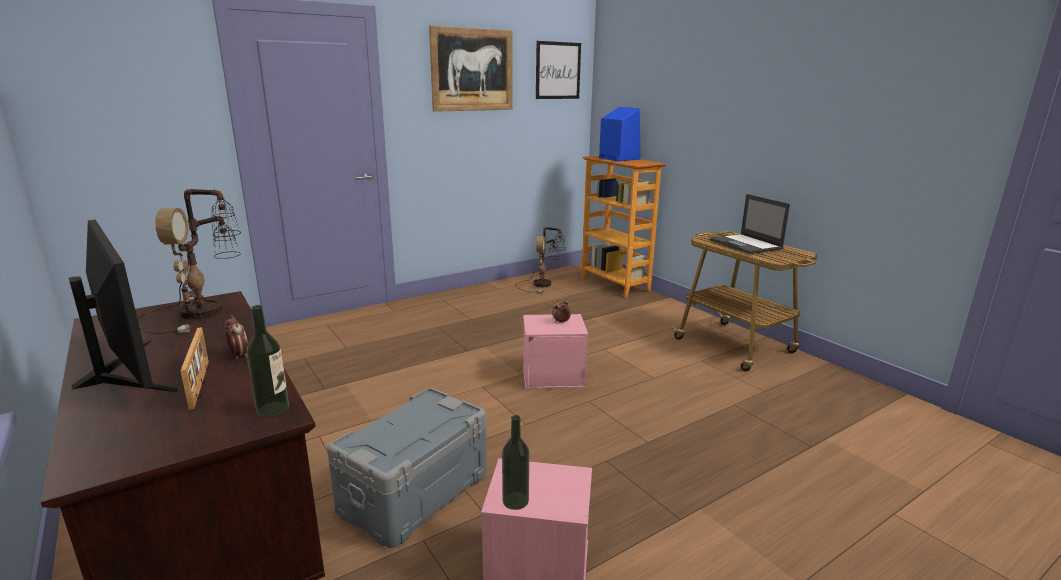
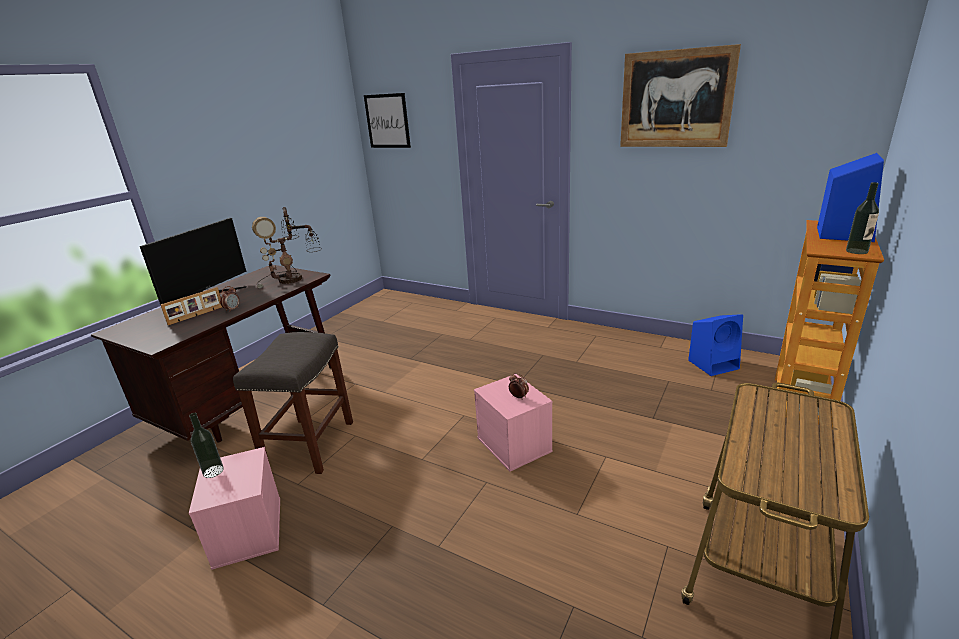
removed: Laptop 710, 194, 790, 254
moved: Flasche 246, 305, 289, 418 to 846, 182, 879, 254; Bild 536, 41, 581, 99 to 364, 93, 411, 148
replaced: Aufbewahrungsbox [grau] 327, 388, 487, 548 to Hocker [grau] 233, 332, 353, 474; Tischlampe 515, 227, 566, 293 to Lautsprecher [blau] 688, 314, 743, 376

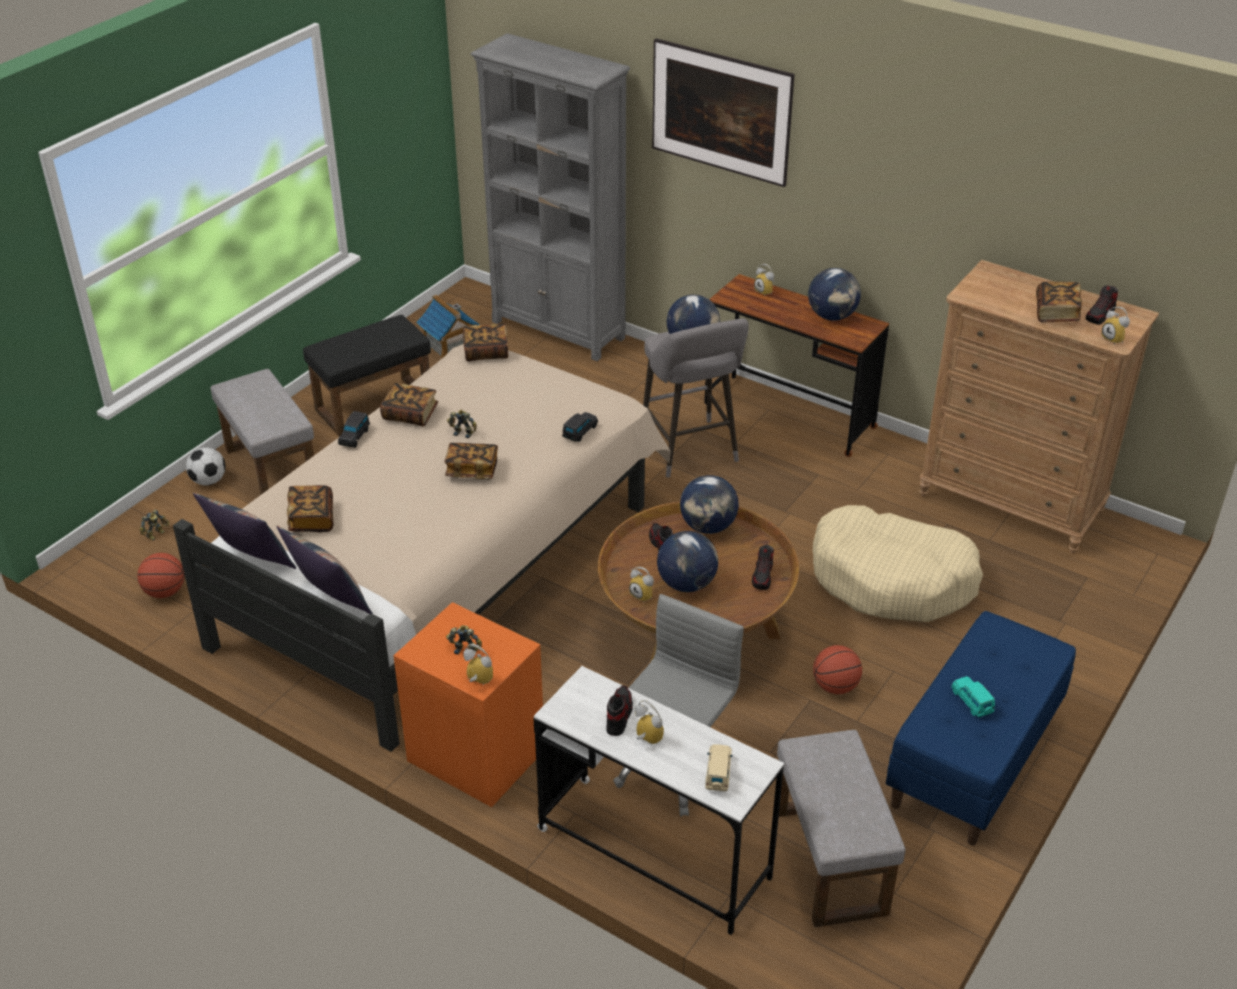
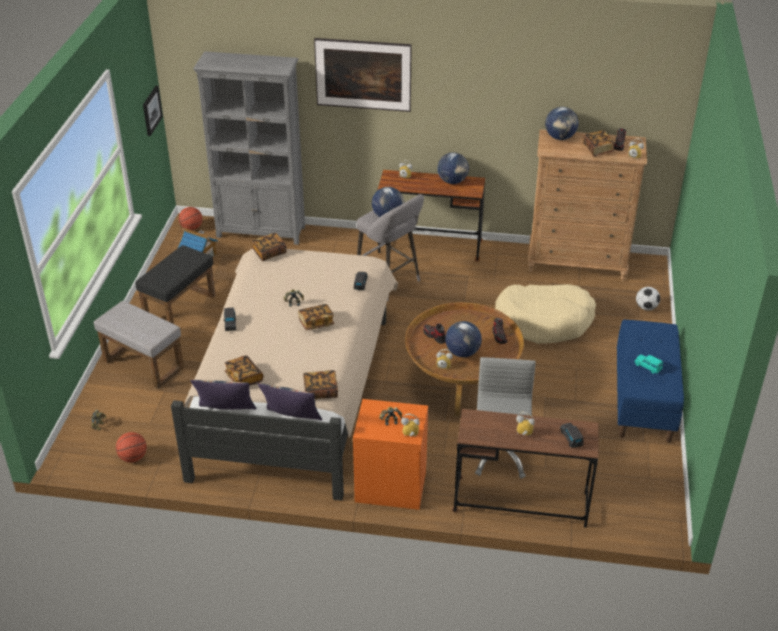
removed: Schuh 606, 685, 633, 736; Polsterhocker [grau] 777, 730, 905, 927
added: Bild 143, 86, 163, 136
moved: Fußball 186, 447, 225, 485 to 636, 287, 660, 310; Buch 380, 383, 438, 426 to 303, 370, 338, 399; Globus 680, 475, 739, 534 to 545, 107, 578, 140; Basketball 813, 645, 862, 694 to 179, 207, 202, 230
recoloured: Schreibtisch [weiß] 534, 666, 784, 935 to Schreibtisch [braun] 452, 409, 599, 528; Spielzeugauto [beige] 705, 744, 732, 791 to Spielzeugauto [schwarz] 560, 423, 584, 448

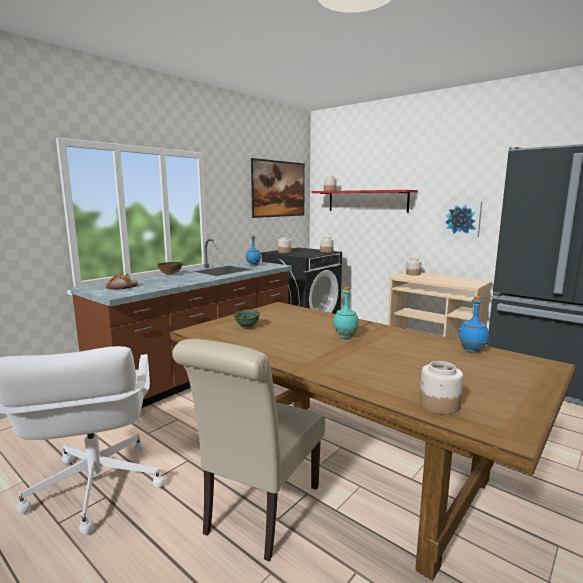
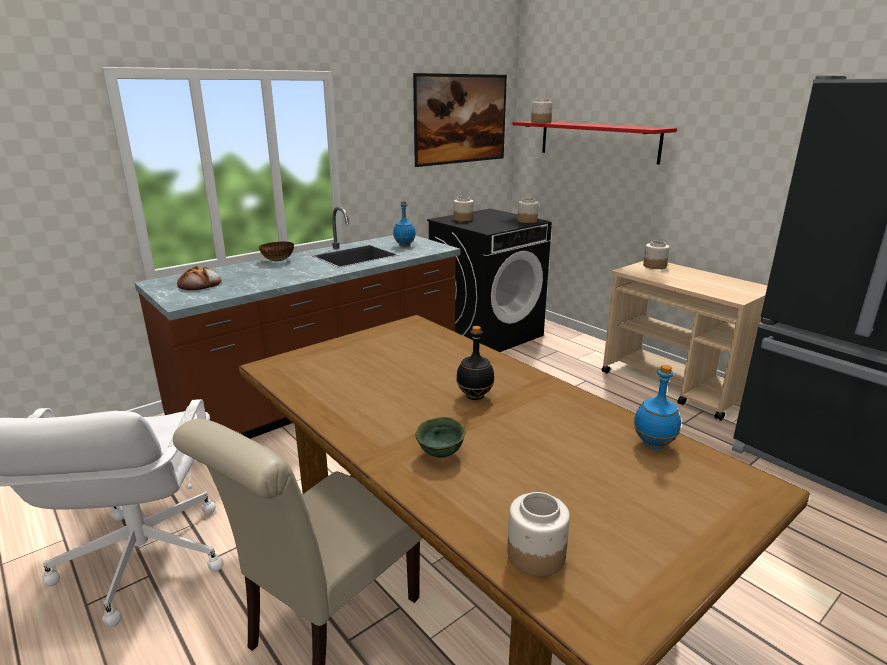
removed: Bild 442, 201, 482, 238
moved: Schüssel [grün] 234, 309, 260, 328 to 415, 417, 466, 458
recoloured: Flasche [türkis] 333, 287, 359, 338 to Flasche [schwarz] 456, 326, 494, 400

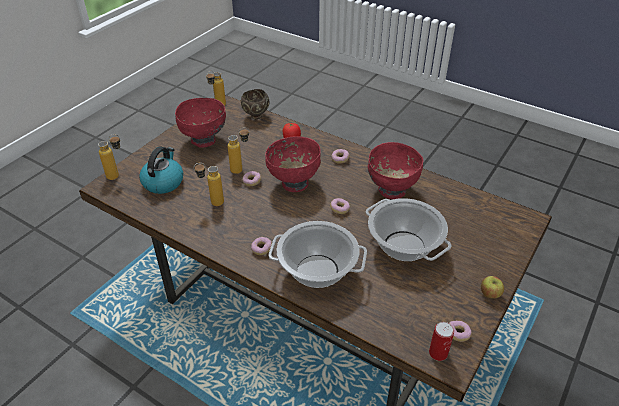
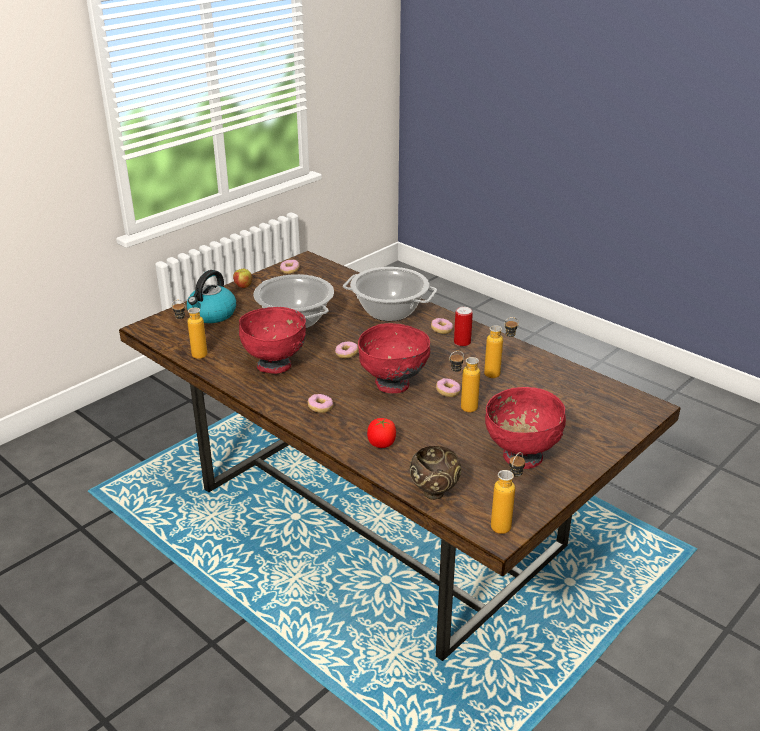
moved: Flasche 98, 134, 120, 180 to 172, 300, 207, 359; Wasserkessel 139, 147, 183, 194 to 187, 270, 236, 323; Dose 429, 322, 454, 361 to 454, 307, 473, 346

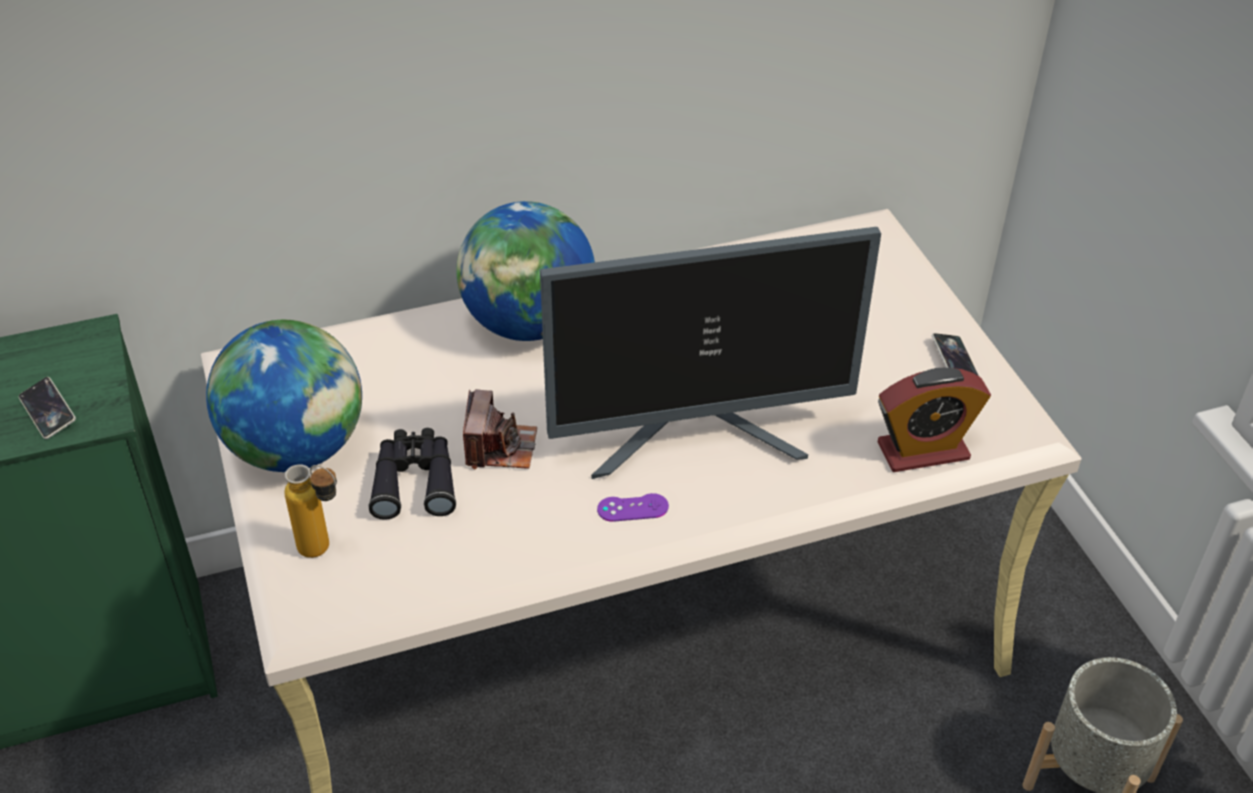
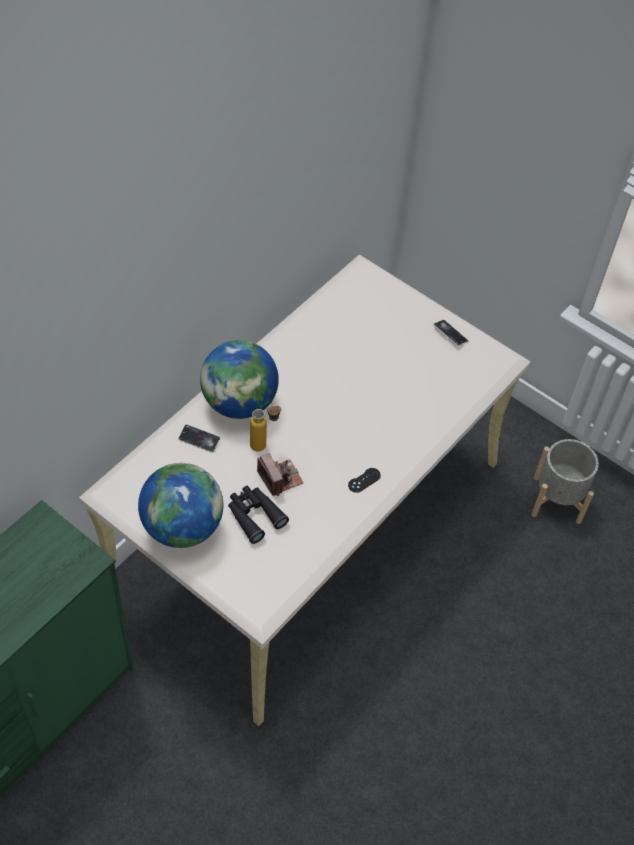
removed: Monitor 540, 227, 881, 479; Wecker 878, 368, 991, 472
moved: Handy 19, 377, 76, 439 to 178, 424, 220, 453; Flasche 284, 464, 337, 558 to 250, 405, 281, 452
recoloured: Gamepad [lila] 597, 493, 669, 522 to Gamepad [schwarz] 348, 468, 381, 493

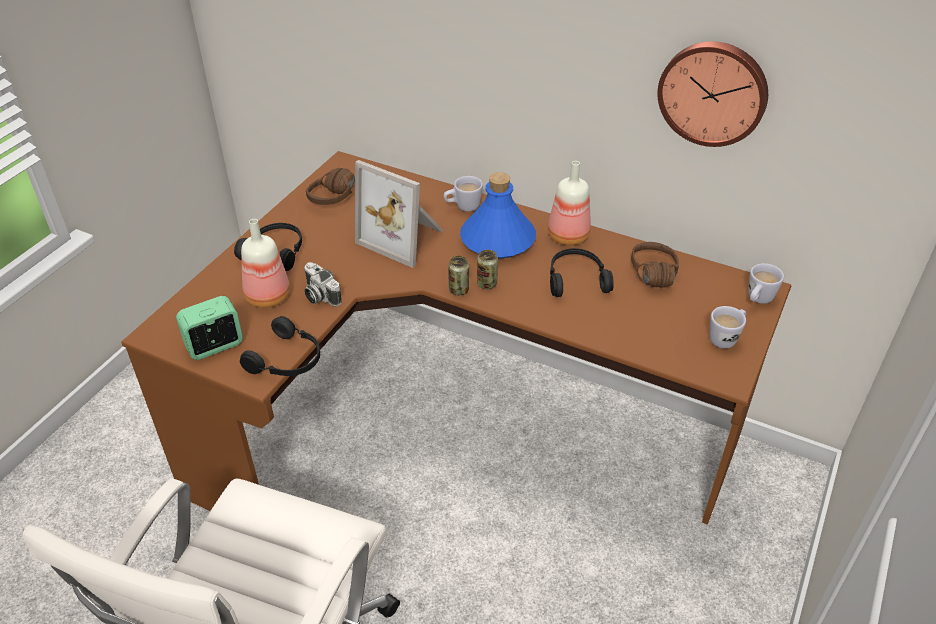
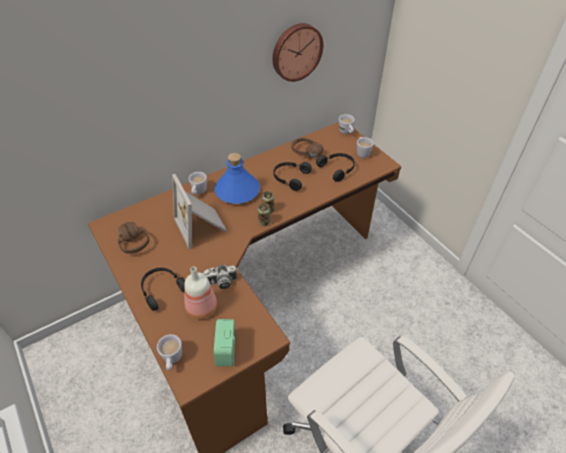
removed: Flasche 548, 161, 591, 245
added: Henkelbecher [weiß] 157, 334, 182, 370
moved: Kopfhörer [schwarz] 240, 316, 320, 376 to 316, 153, 355, 182
turned: Bilderrahmen 355, 160, 443, 268 = 172, 174, 227, 249 90 degrees clockwise

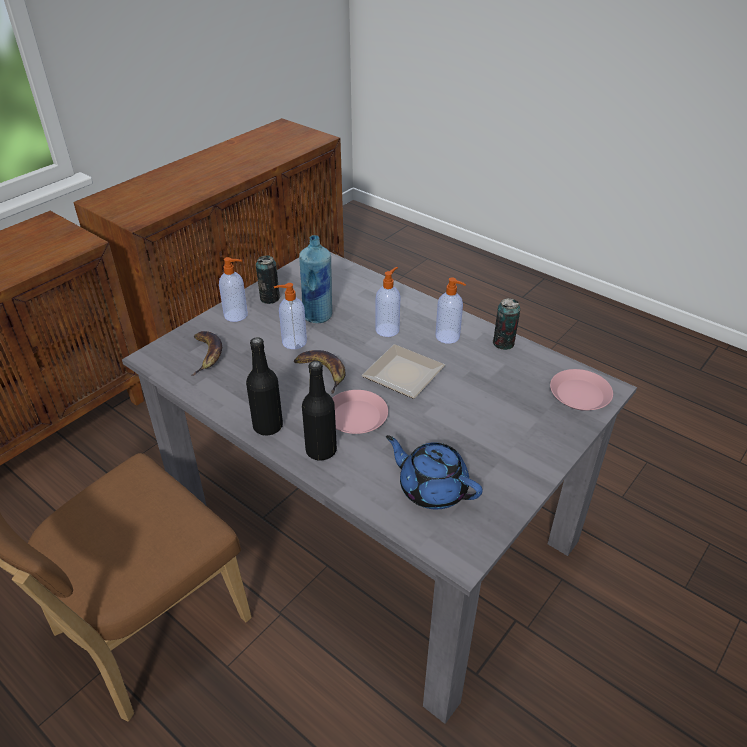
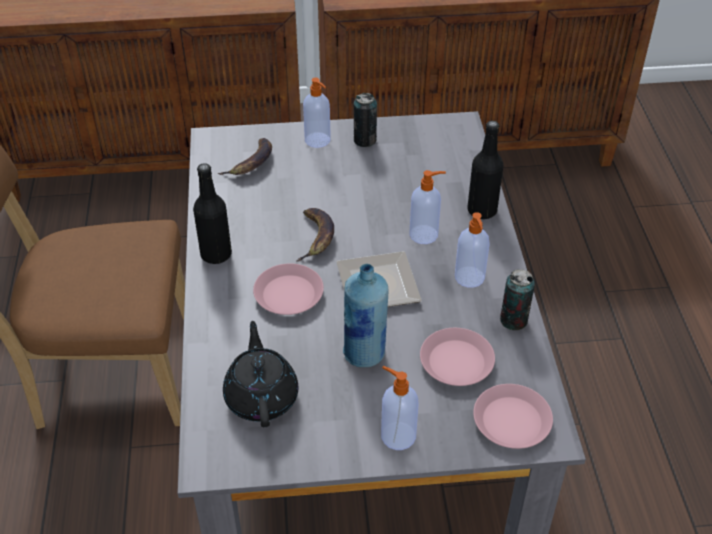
added: Teller [rosa] 420, 328, 495, 386
moved: Seifenspender 274, 283, 307, 349 to 381, 366, 419, 450; Flasche [blau] 299, 235, 332, 323 to 343, 263, 388, 367; Flasche [schwarz] 302, 361, 337, 461 to 467, 121, 503, 219
recoloured: Teekanne [blau] 386, 435, 483, 509 to Teekanne [schwarz] 223, 321, 298, 428

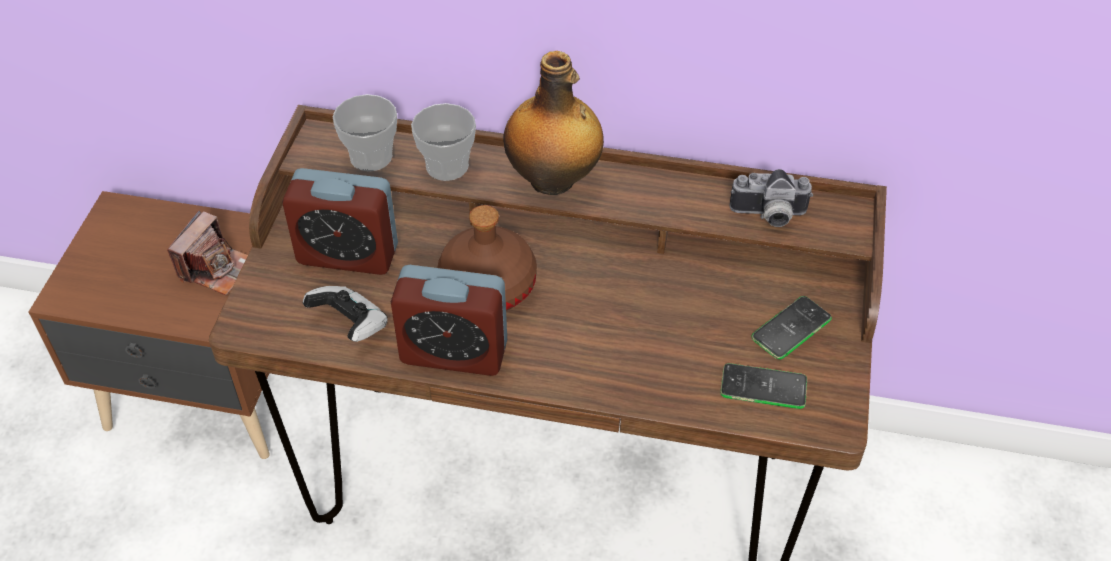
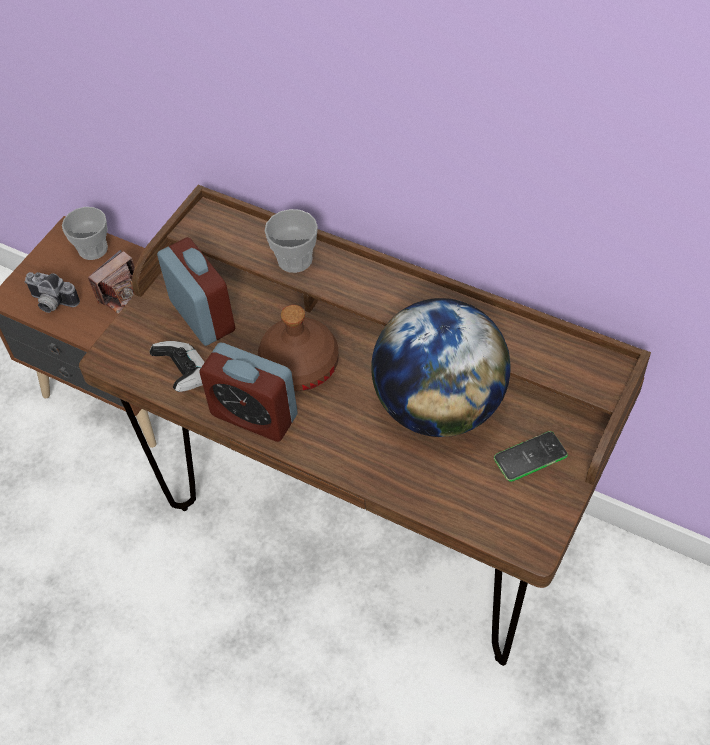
removed: Flasche 503, 51, 604, 195; Handy 720, 363, 807, 409
added: Globus 371, 298, 511, 437
moved: Tasse 332, 94, 397, 172 to 62, 207, 108, 260; Kamera 730, 169, 813, 227 to 24, 272, 80, 313
turned: Wecker 282, 168, 398, 275 = 157, 237, 236, 346 150 degrees counterclockwise

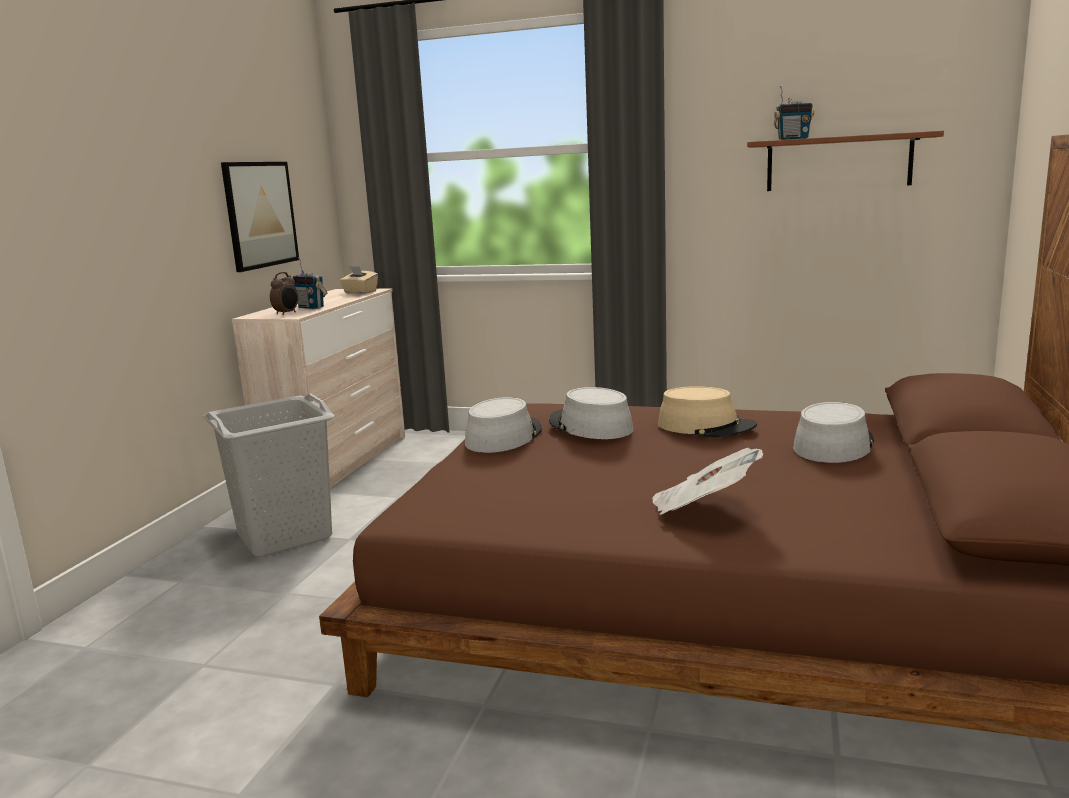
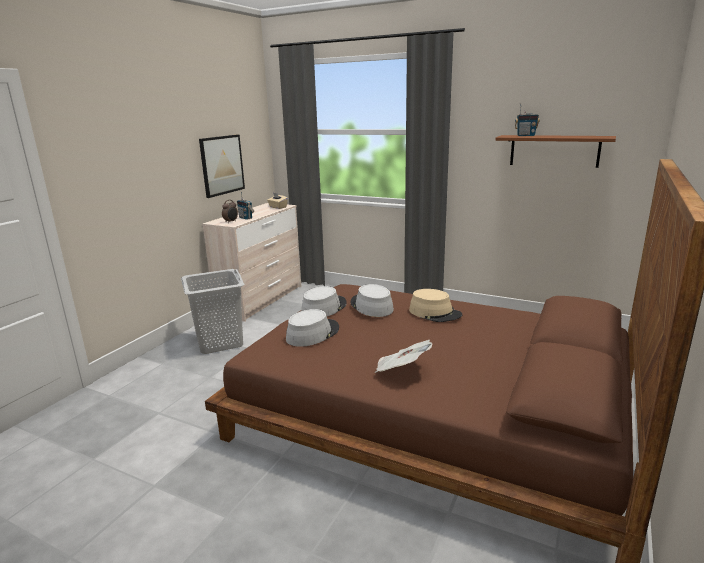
moved: Hut [grau] 793, 402, 874, 463 to 286, 309, 339, 347

